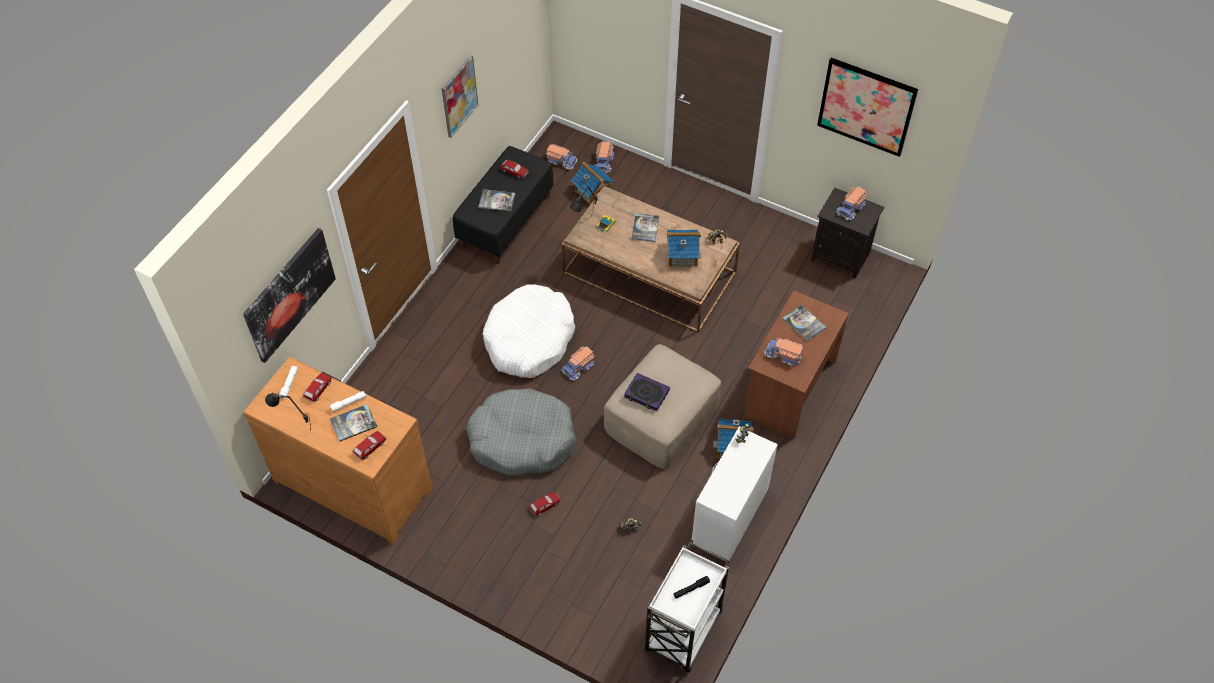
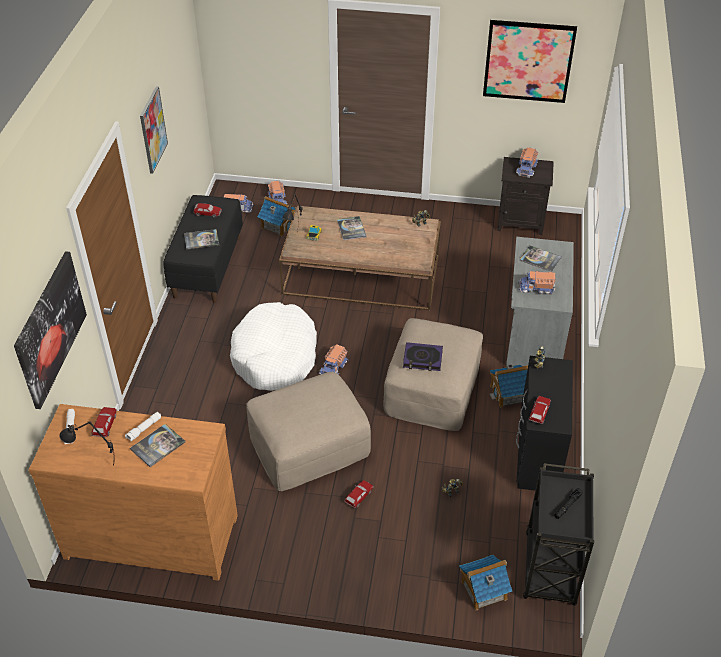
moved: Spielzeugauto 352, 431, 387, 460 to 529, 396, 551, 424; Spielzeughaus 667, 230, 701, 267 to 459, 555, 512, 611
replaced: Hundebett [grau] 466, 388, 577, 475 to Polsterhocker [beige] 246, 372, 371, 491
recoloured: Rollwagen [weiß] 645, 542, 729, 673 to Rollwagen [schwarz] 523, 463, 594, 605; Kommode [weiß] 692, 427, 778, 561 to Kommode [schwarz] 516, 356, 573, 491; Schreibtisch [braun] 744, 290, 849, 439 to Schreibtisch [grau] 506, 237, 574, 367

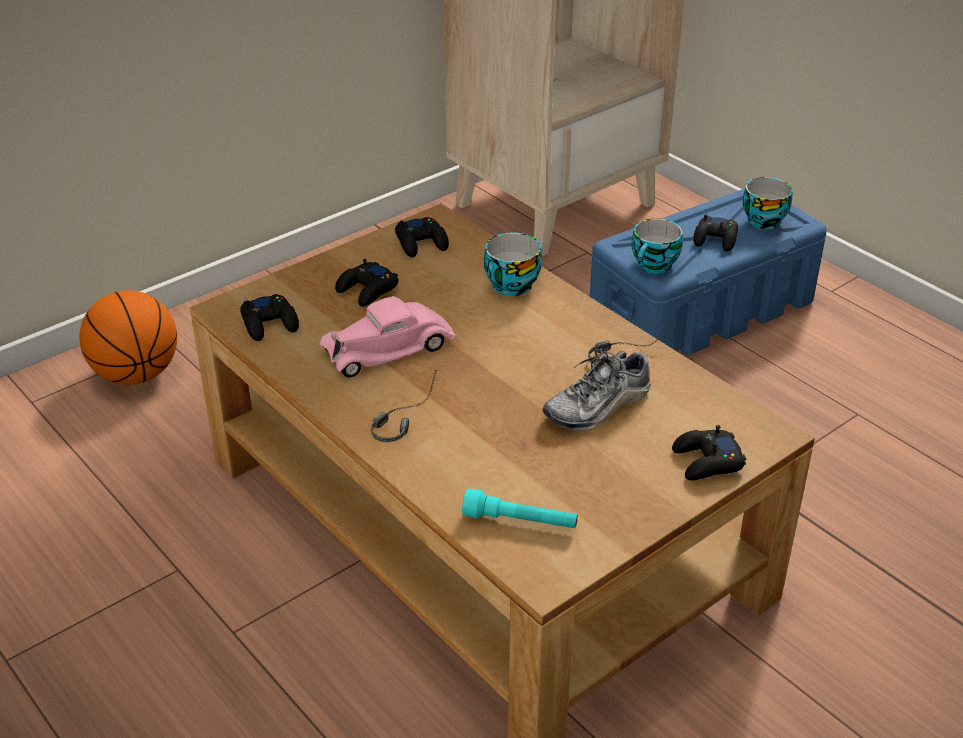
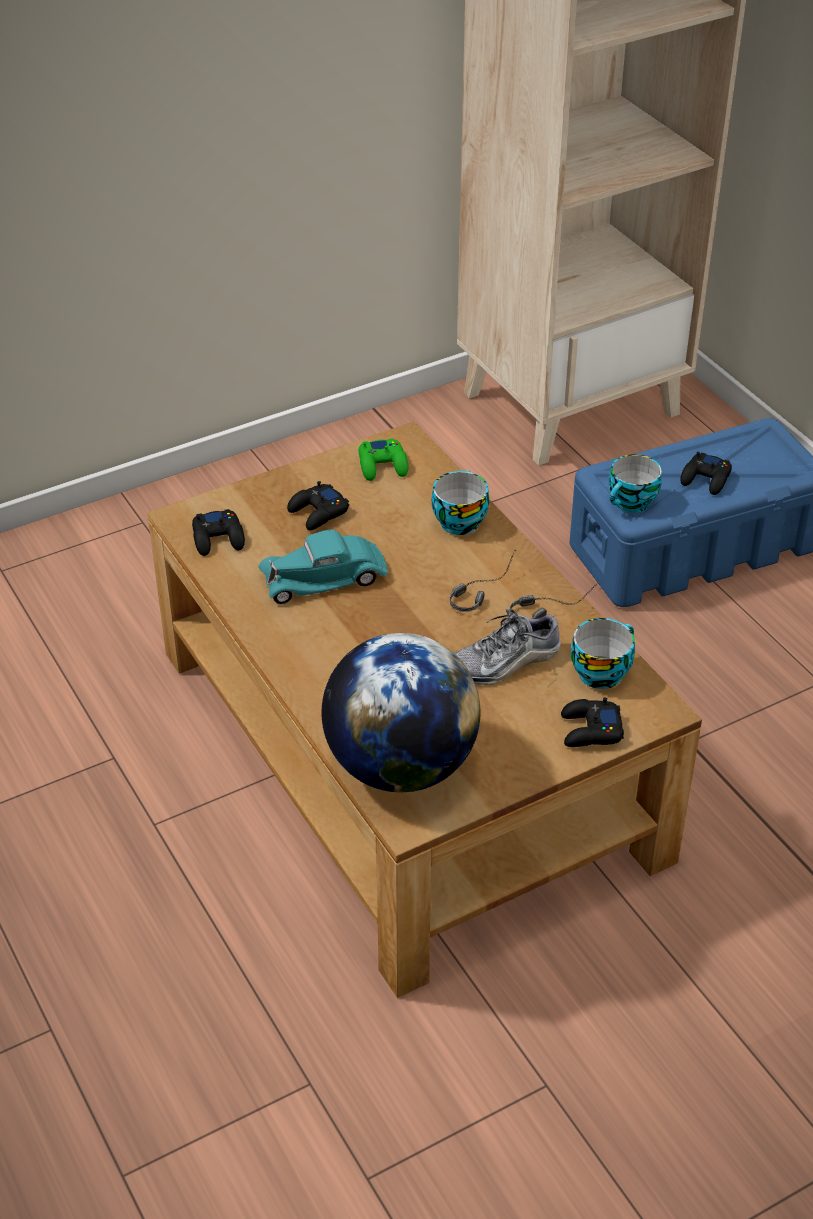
removed: Basketball 79, 290, 177, 385
moved: Kopfhörer 371, 370, 437, 442 to 449, 550, 516, 612; Tasse 743, 177, 793, 229 to 571, 618, 635, 689
replaced: Taschenlampe [türkis] 462, 489, 578, 528 to Globus 322, 633, 481, 792
recoloured: Spielzeugauto [rosa] 319, 296, 455, 377 to Spielzeugauto [türkis] 258, 529, 388, 604; Gamepad [schwarz] 395, 217, 449, 257 to Gamepad [grün] 358, 438, 408, 481

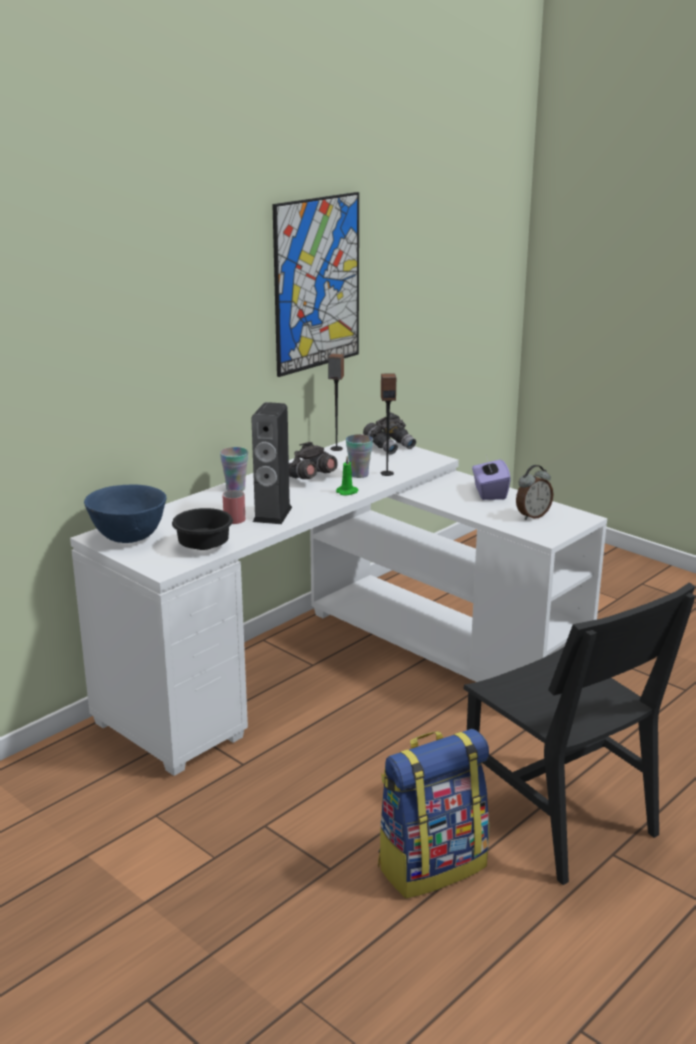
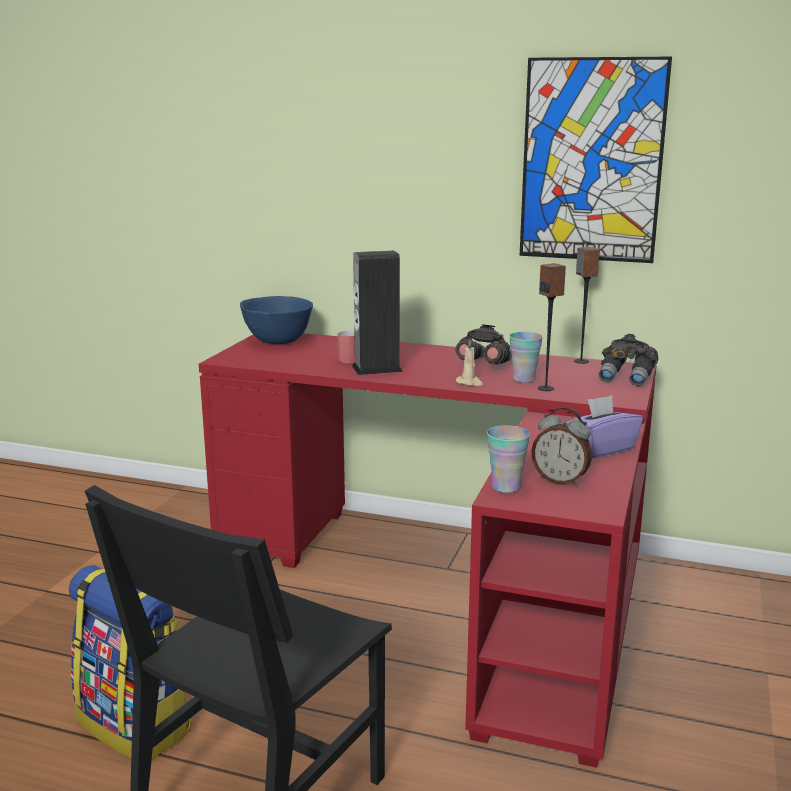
removed: Schüssel [schwarz] 172, 508, 233, 550
moved: Tasse 220, 447, 248, 491 to 487, 425, 530, 493
recoloured: Schreibtisch [weiß] 70, 434, 607, 776 to Schreibtisch [rot] 199, 333, 657, 768; Kerze [grün] 336, 456, 358, 496 to Kerze [beige] 456, 340, 483, 386

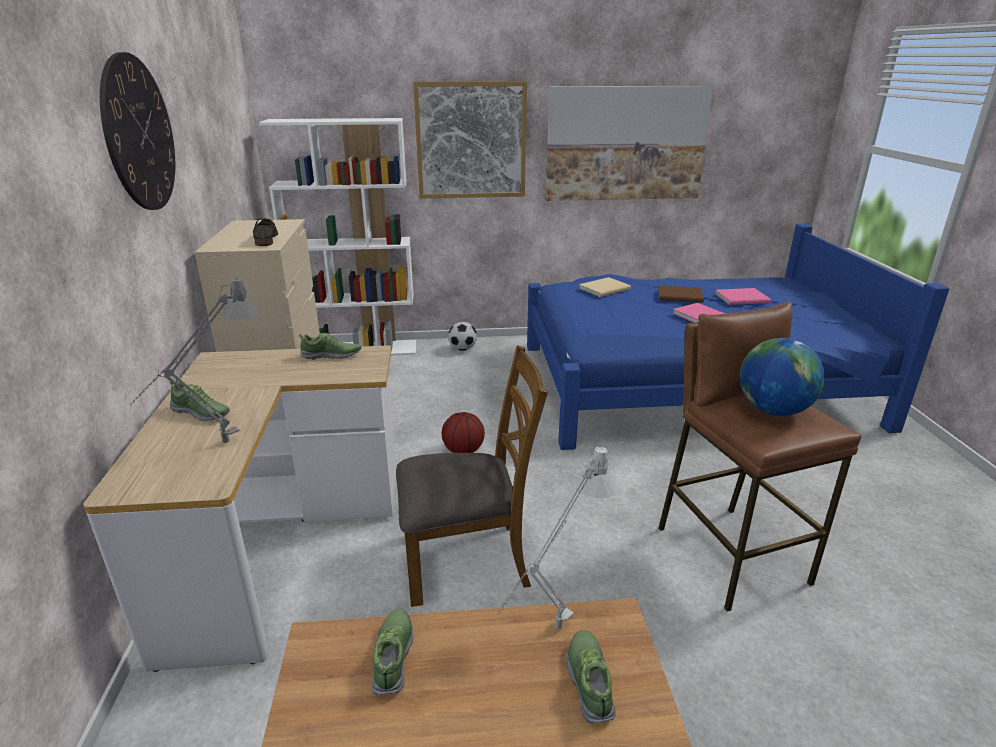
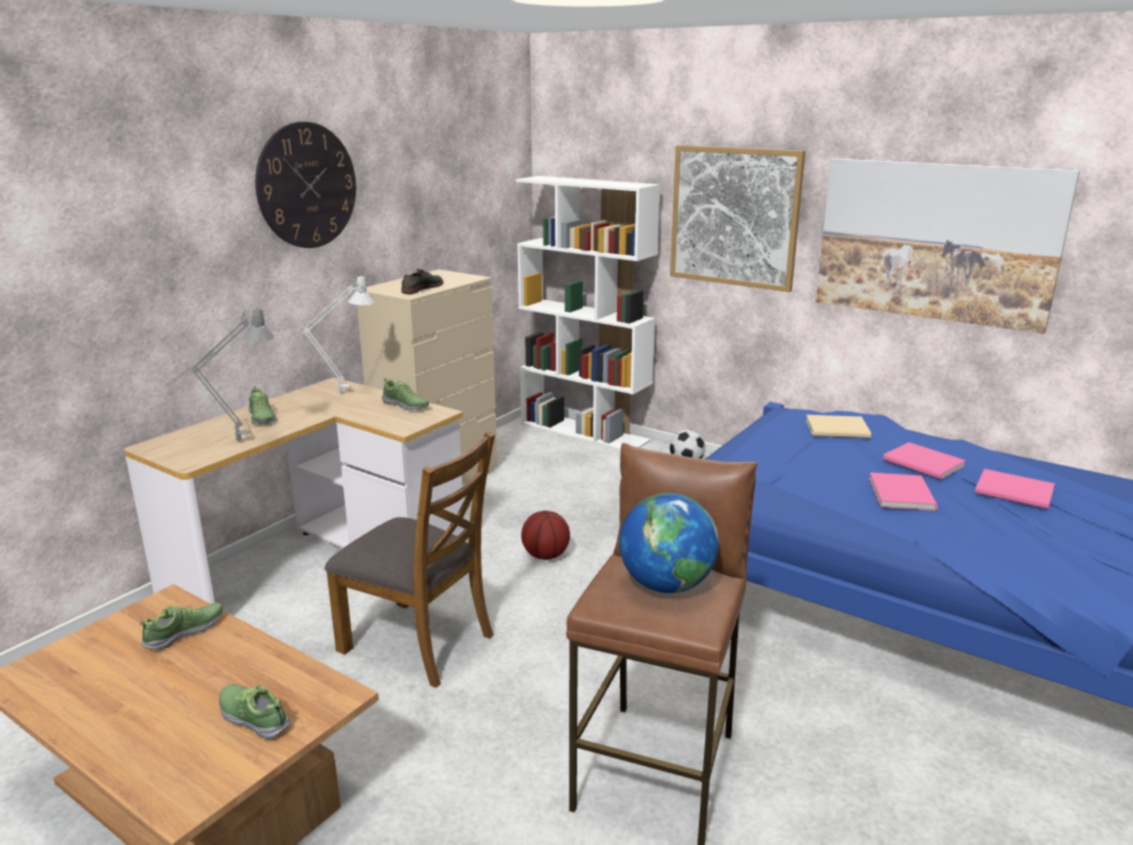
moved: Tischlampe [grau] 497, 447, 618, 630 to 280, 277, 374, 394
recoloured: Buch [braun] 658, 285, 704, 303 to Buch [rosa] 883, 442, 966, 479
turned: Schuh 566, 630, 616, 724 = 219, 684, 291, 740 90 degrees counterclockwise

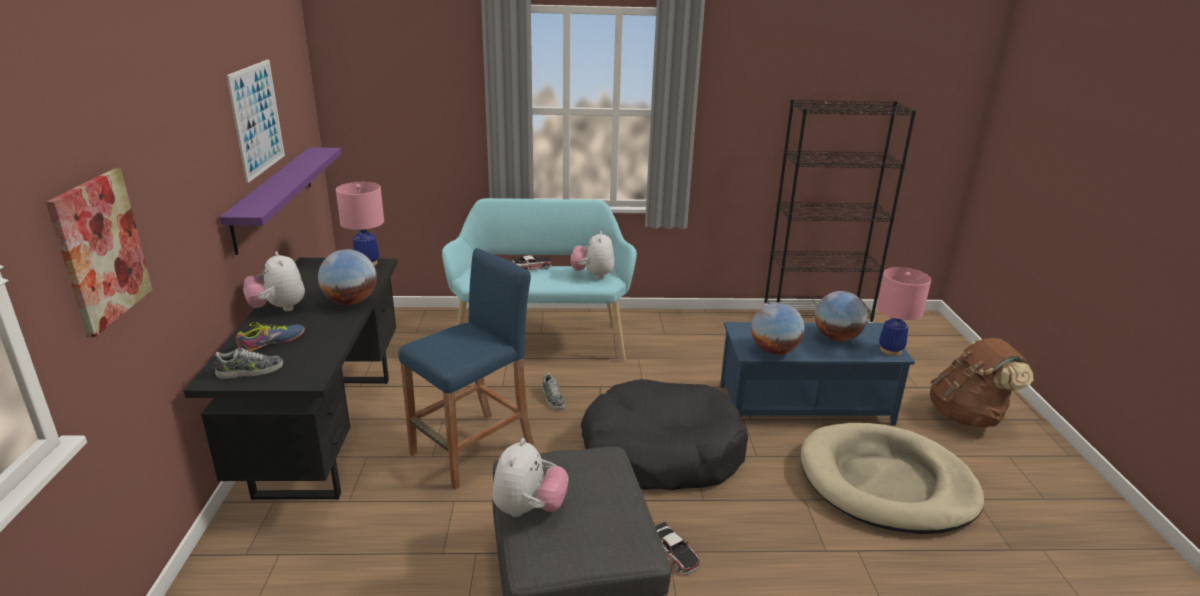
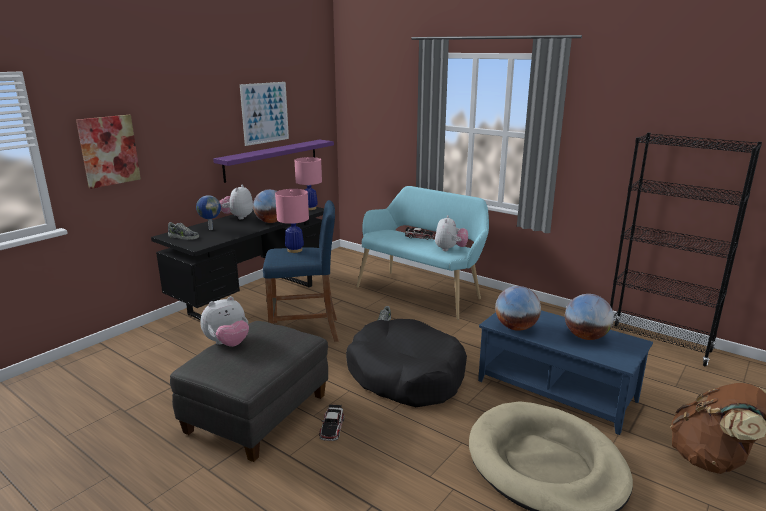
moved: Tischlampe [rosa] 877, 267, 931, 356 to 275, 189, 309, 253
replaced: Schuh 236, 322, 305, 352 to Globus 196, 195, 221, 230
turned: Plüschtier 571, 231, 615, 279 = 435, 215, 468, 251 150 degrees clockwise

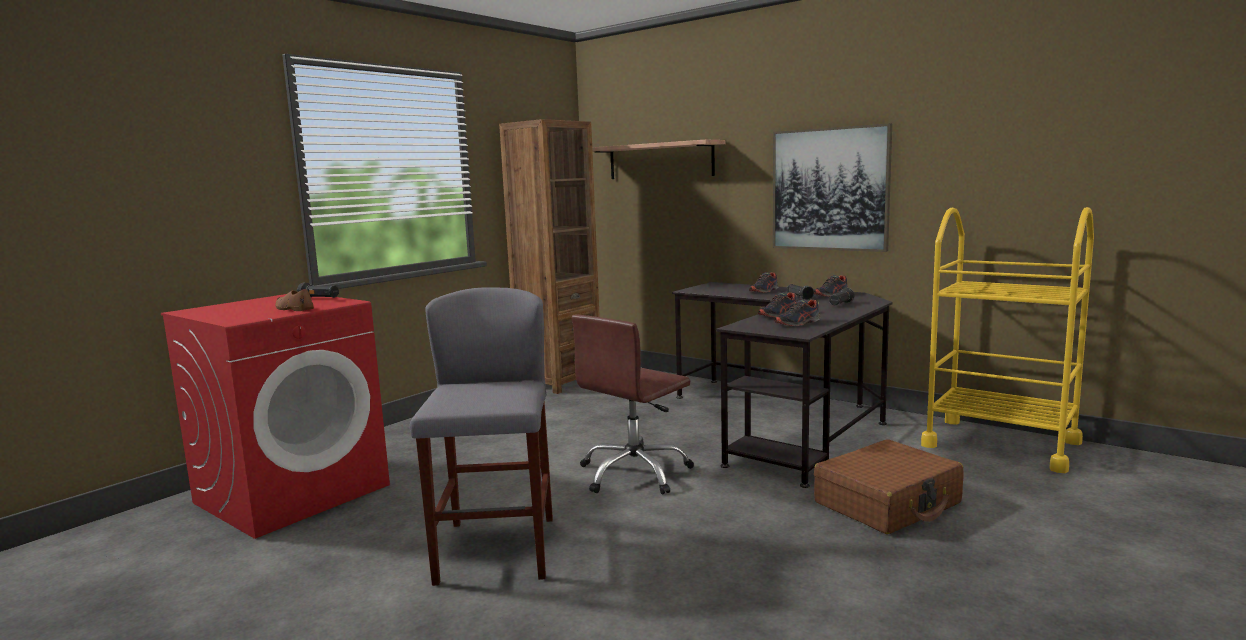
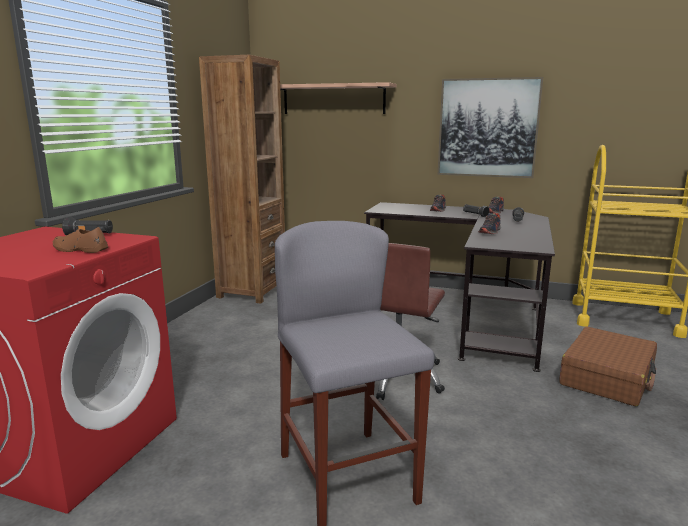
removed: Schuh 774, 300, 821, 326

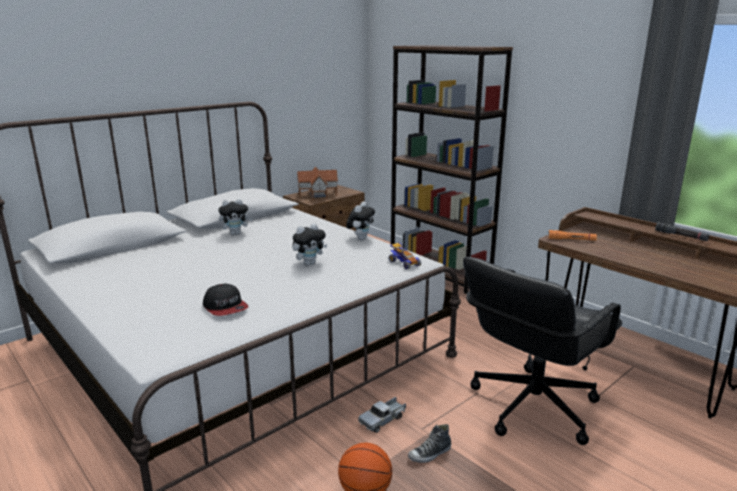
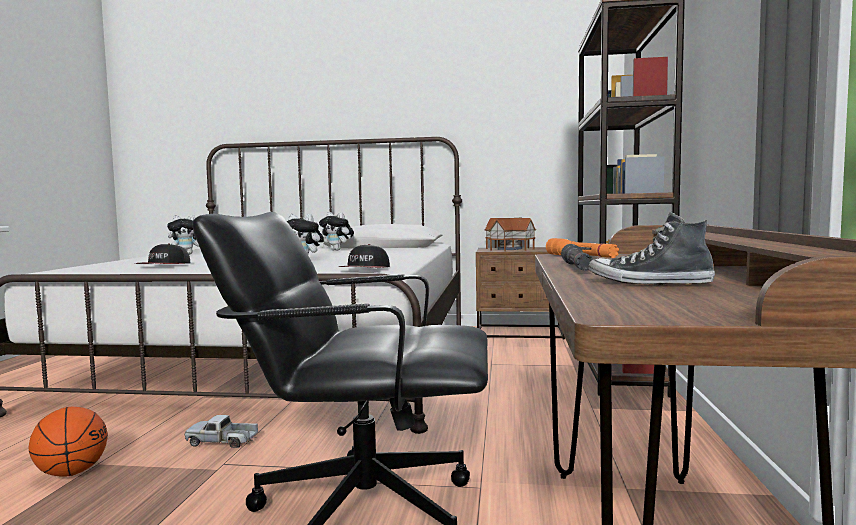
moved: Plüschtier 346, 202, 375, 240 to 167, 215, 199, 255; Schuh 408, 424, 451, 463 to 588, 212, 715, 285; Taschenlampe [schwarz] 655, 222, 710, 241 to 561, 244, 593, 271
replaced: Spielzeugauto 389, 242, 421, 269 to Kappe 339, 244, 390, 268

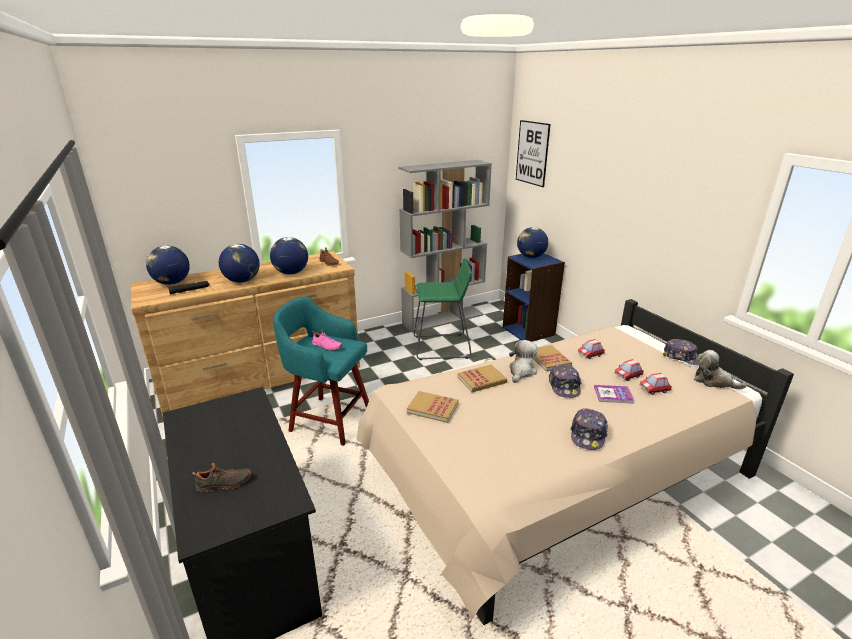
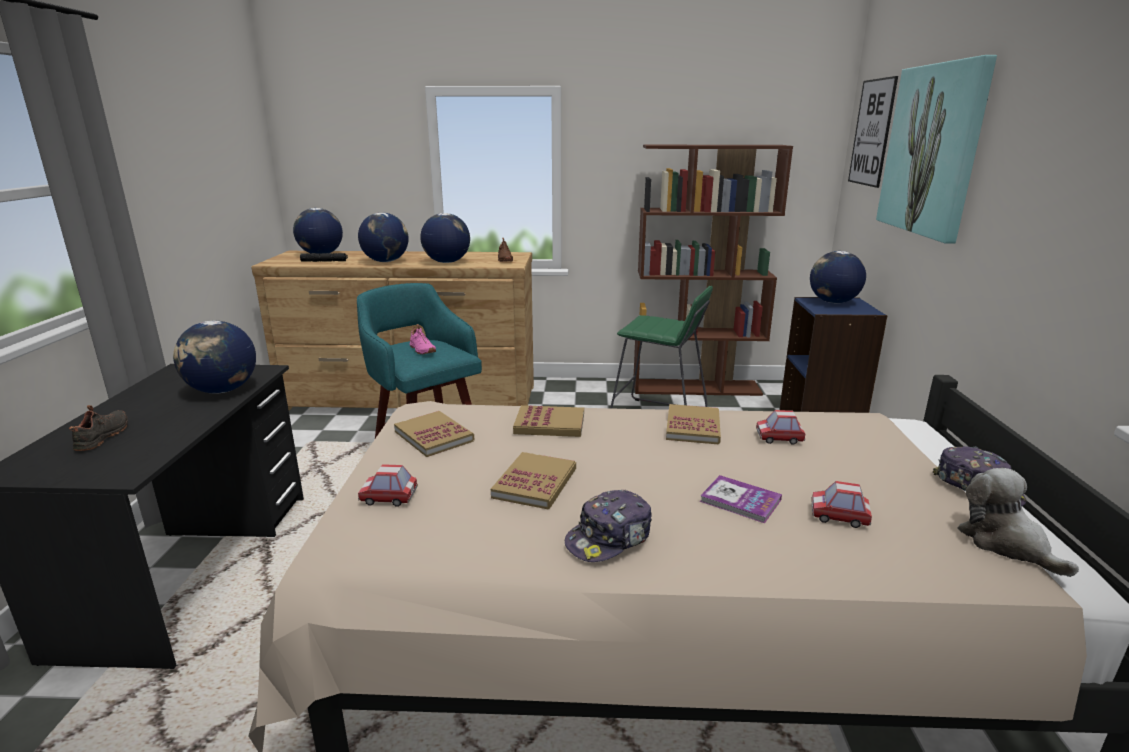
removed: Plüschtier 509, 340, 538, 383; Kappe 549, 365, 582, 398
added: Globus 173, 321, 256, 394; Buch 491, 452, 576, 510; Bild 876, 55, 997, 243
moved: Spielzeugauto 614, 359, 644, 381 to 358, 464, 418, 507
recoloured: Bücherregal [grau] 398, 160, 492, 333 to Bücherregal [braun] 633, 145, 793, 396
turned: Schuh [schwarz] 192, 463, 251, 492 = 69, 405, 128, 451 105 degrees counterclockwise

